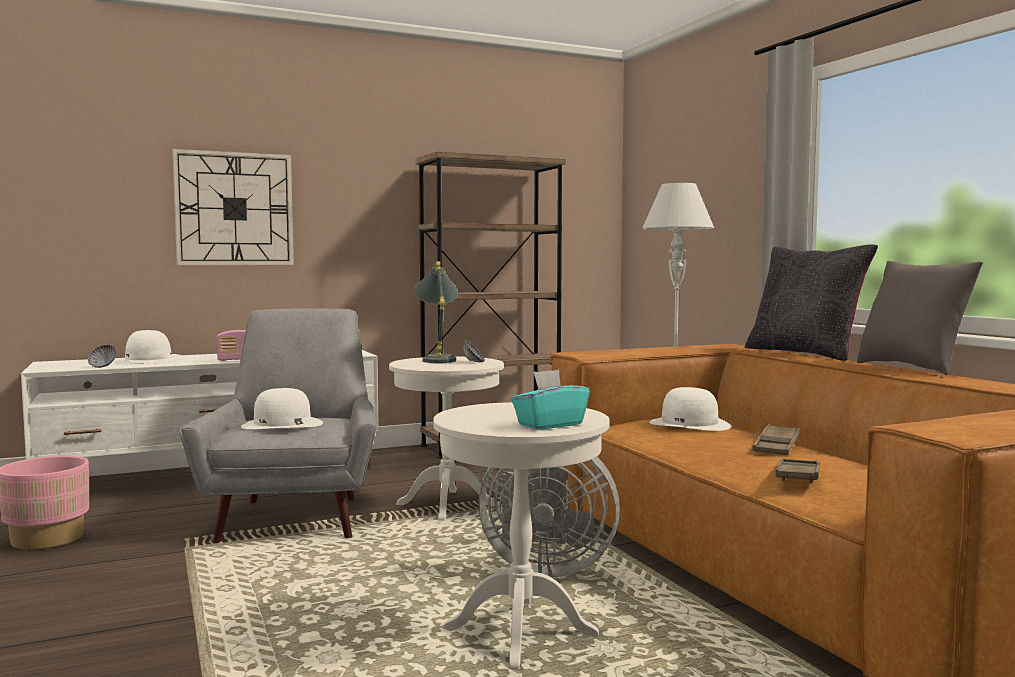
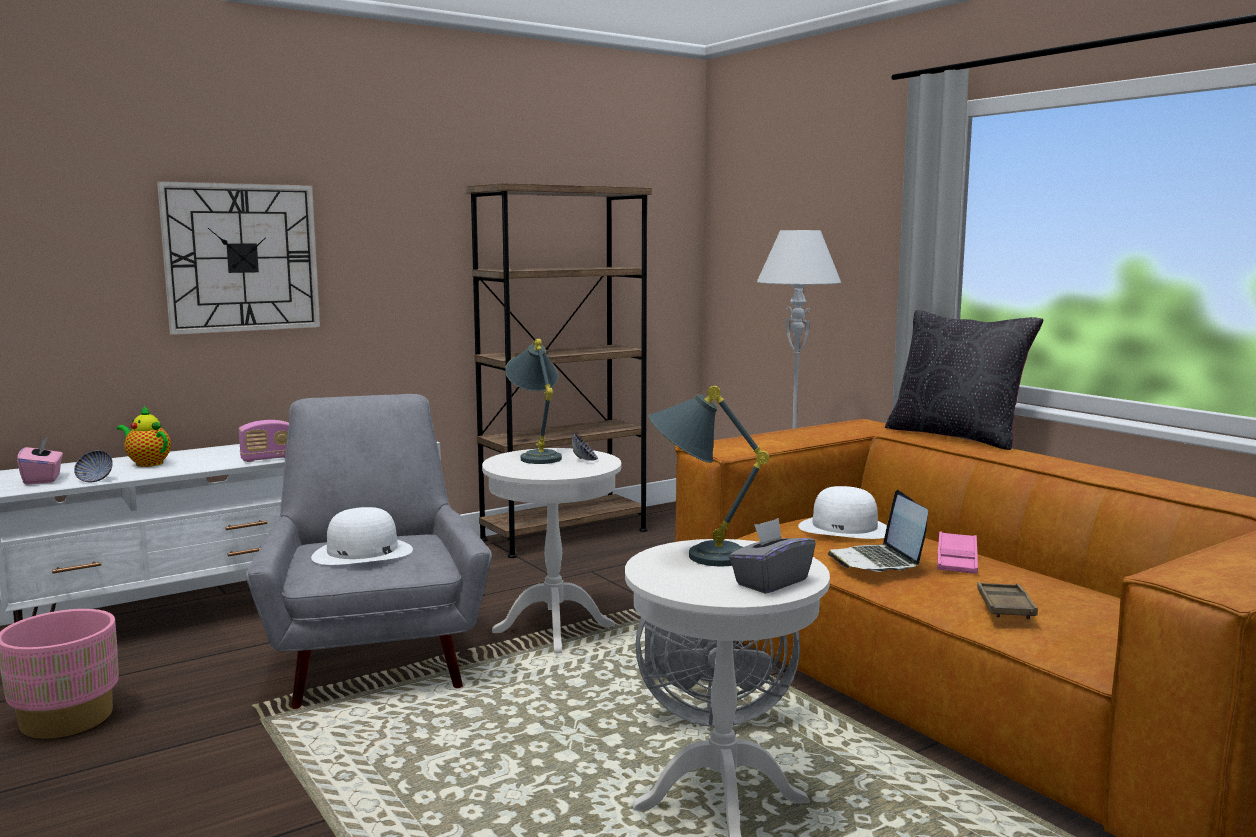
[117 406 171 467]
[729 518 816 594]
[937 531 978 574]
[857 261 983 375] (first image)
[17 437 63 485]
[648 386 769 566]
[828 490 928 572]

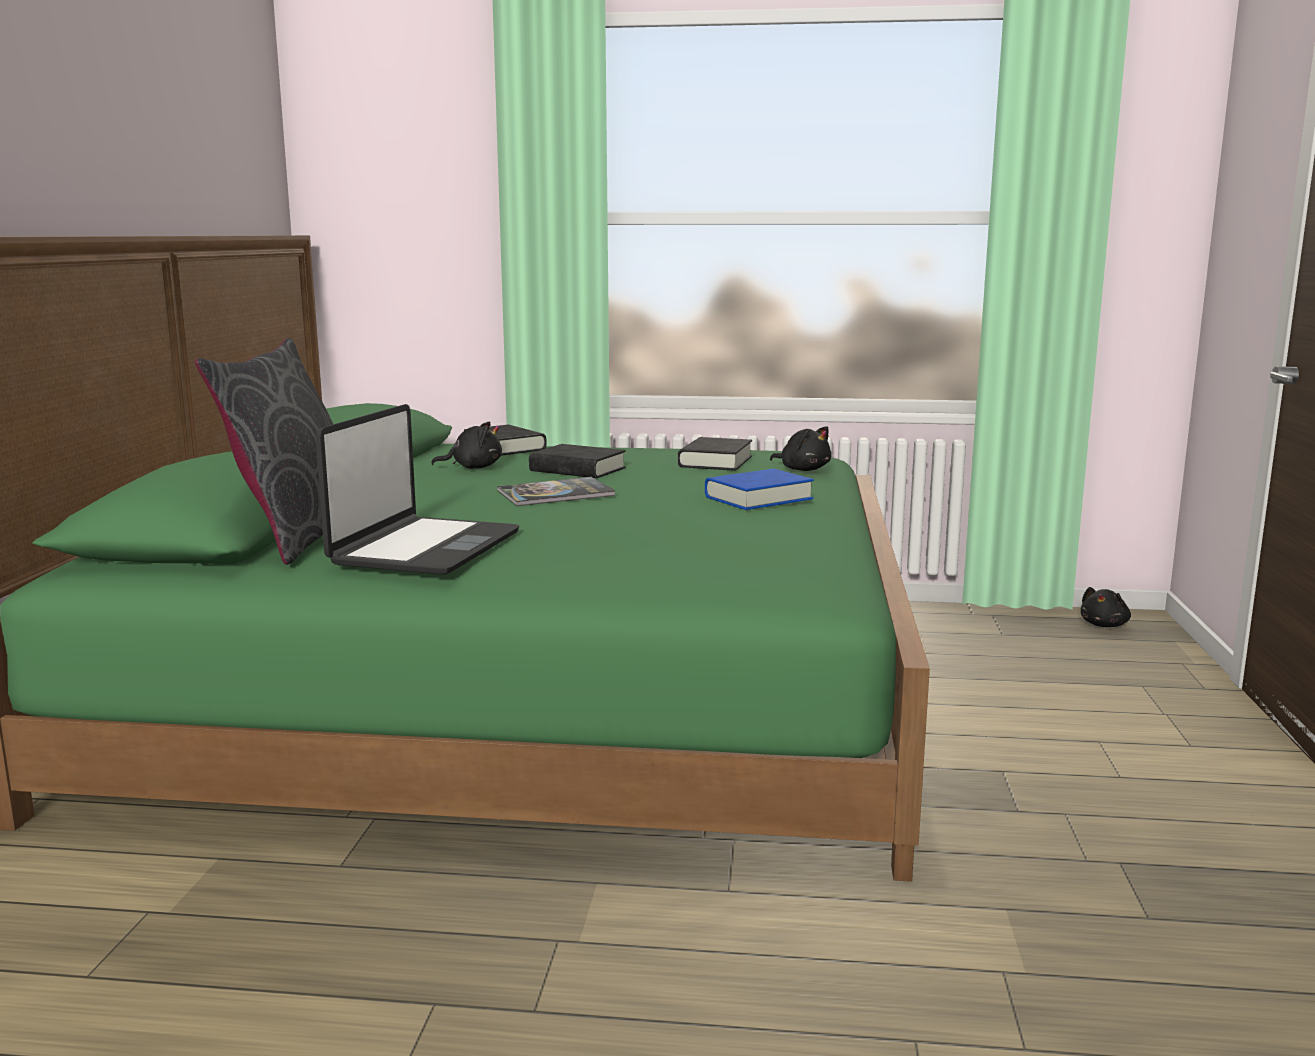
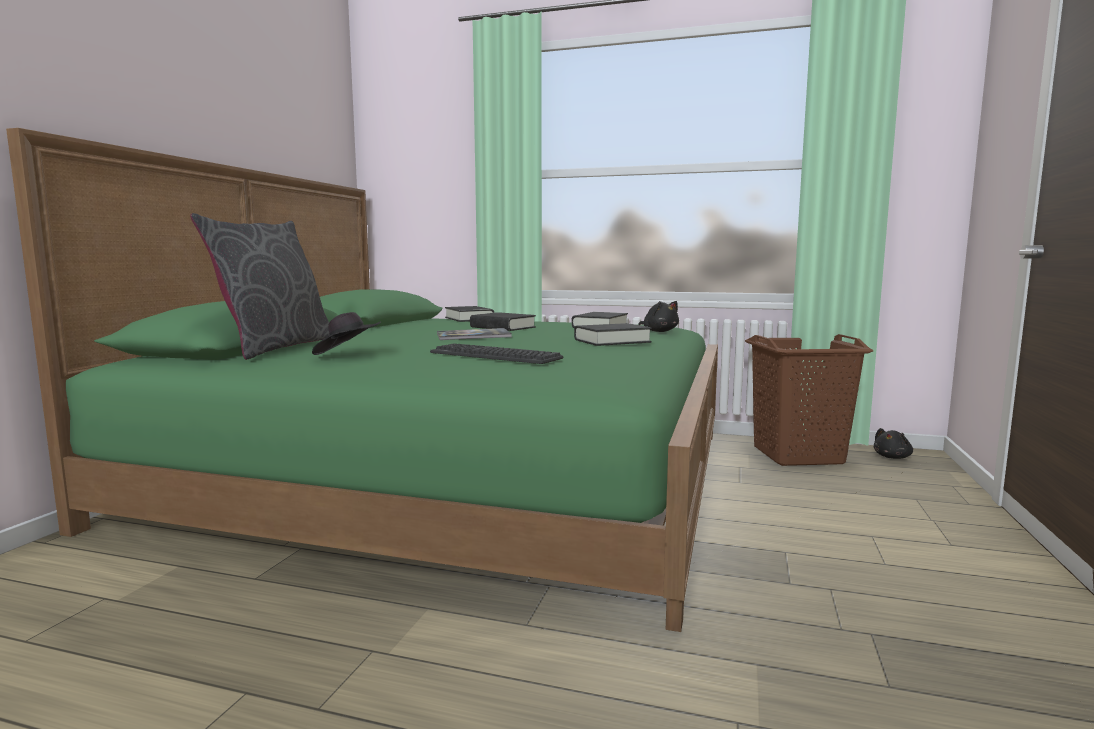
[312 312 381 355]
[431 421 502 469] (first image)
[574 323 652 346]
[430 343 563 364]
[745 334 873 466]

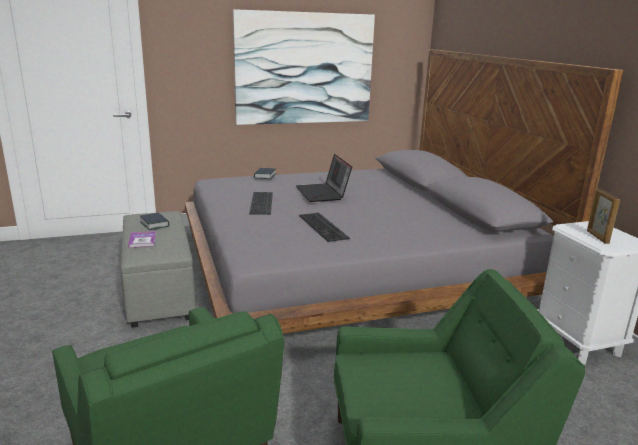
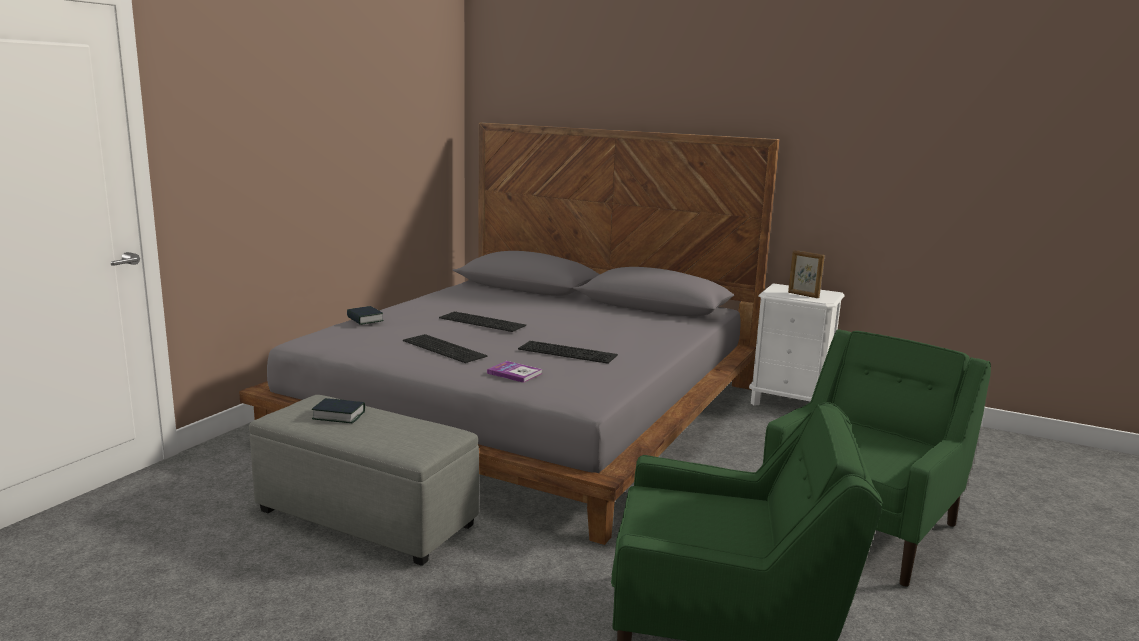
[487 361 542 383]
[233 9 375 125] (first image)
[439 312 526 332]

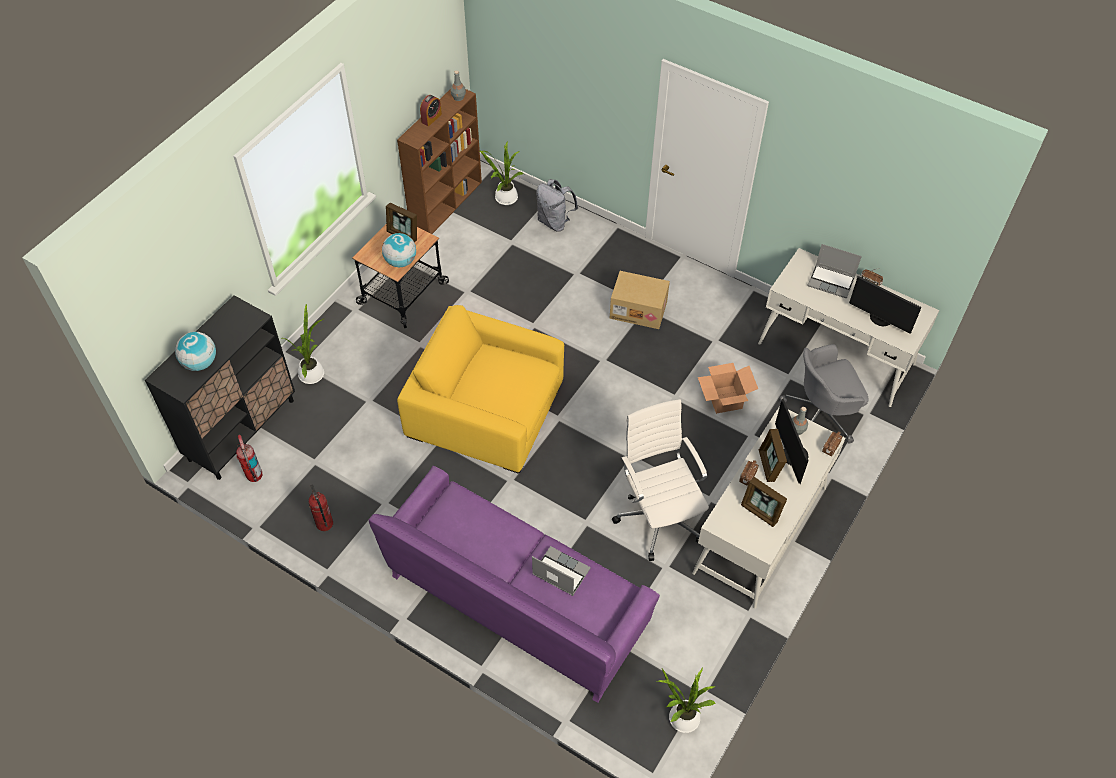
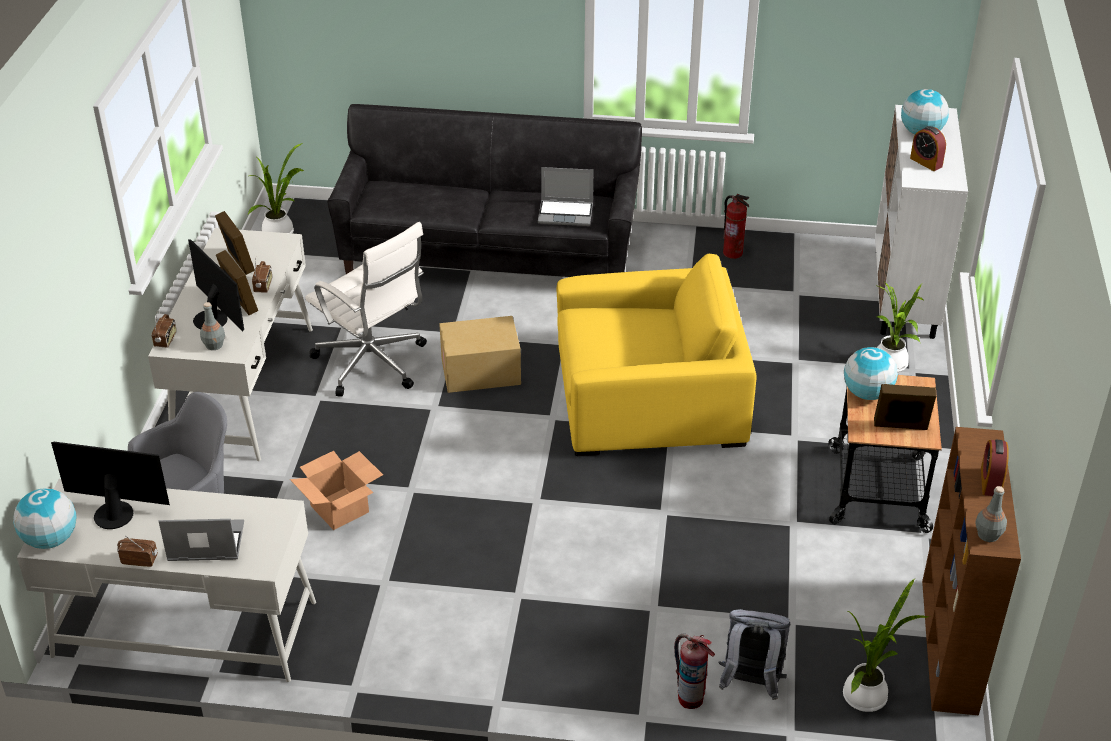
[875 105 968 339]
[674 634 715 709]
[327 104 642 277]
[538 167 594 226]
[439 316 521 393]
[215 211 255 275]
[13 488 77 549]
[910 126 946 171]

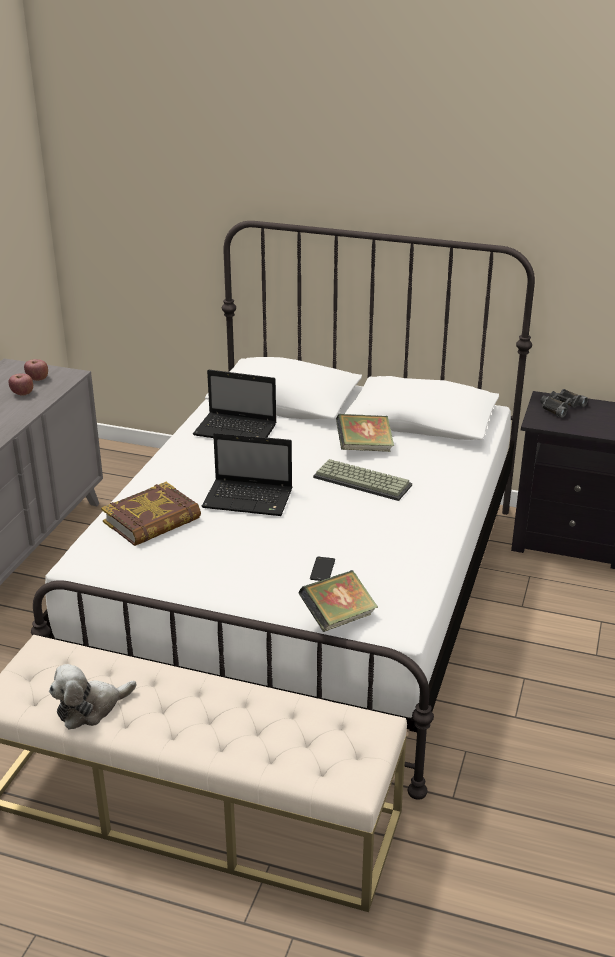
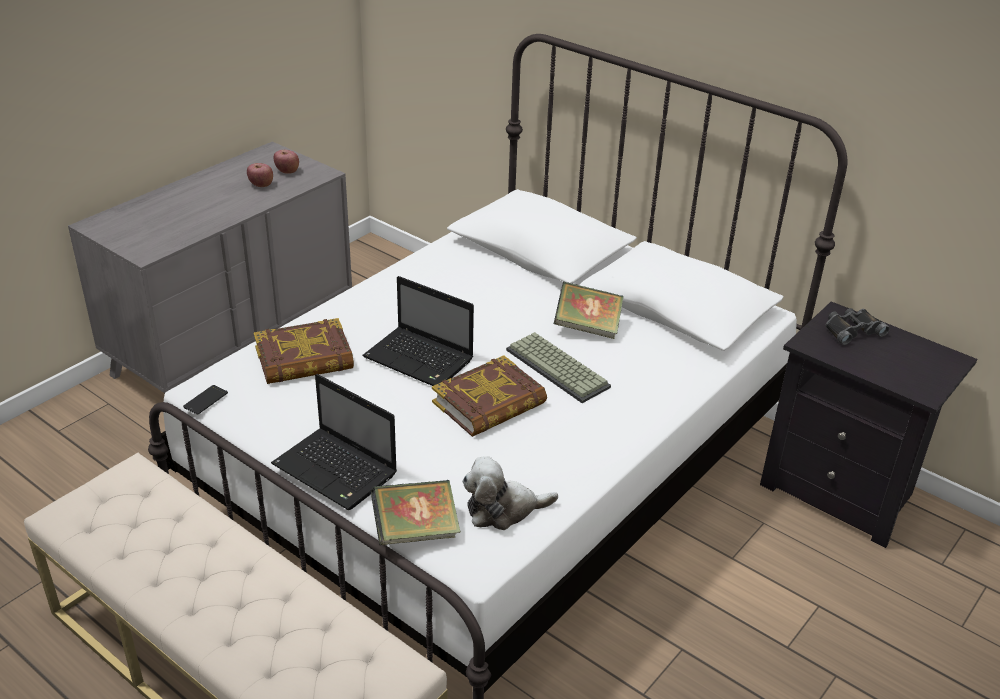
[462 456 558 530]
[271 374 397 510]
[183 385 228 415]
[432 355 547 437]

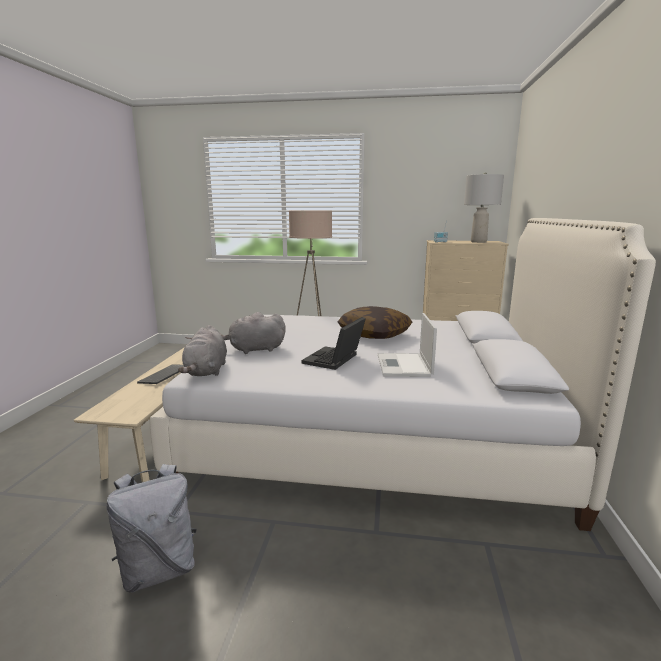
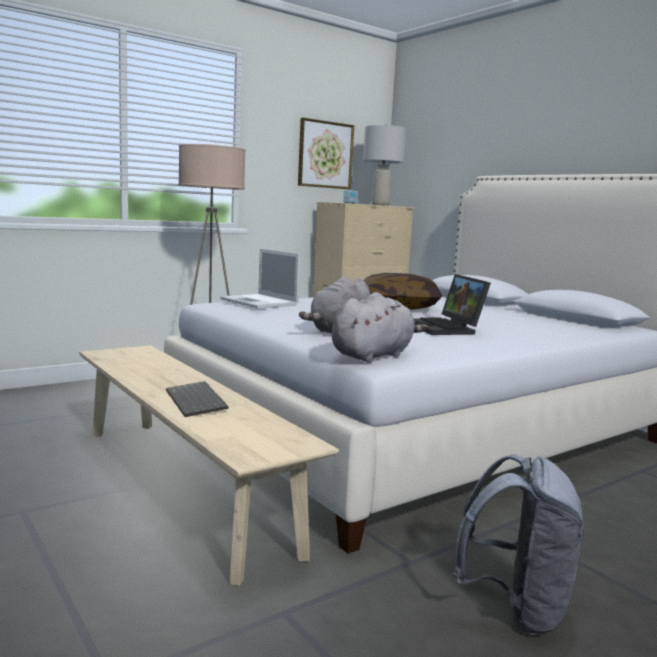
[332 292 428 363]
[220 248 301 309]
[298 118 354 189]

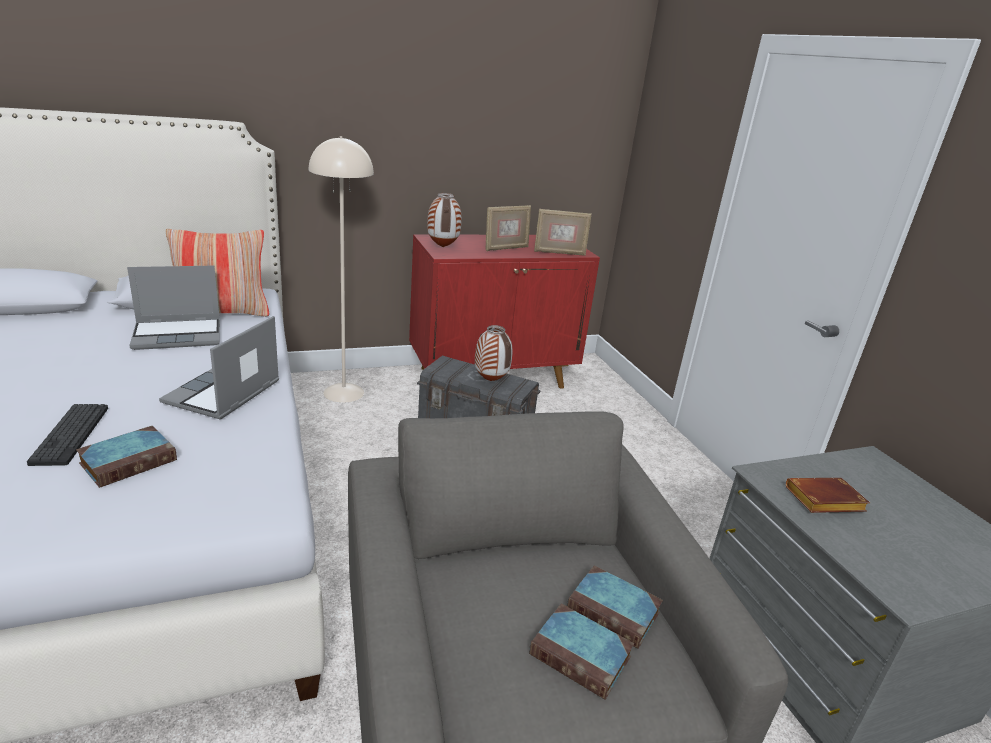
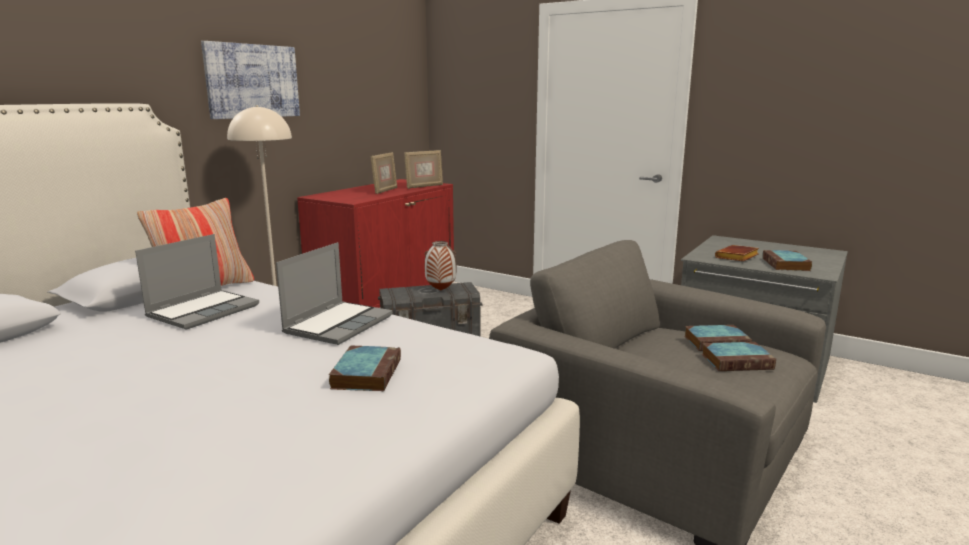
[27 404 108 466] (first image)
[276 242 393 345]
[427 193 462 247] (first image)
[201 41 300 119]
[762 250 812 271]

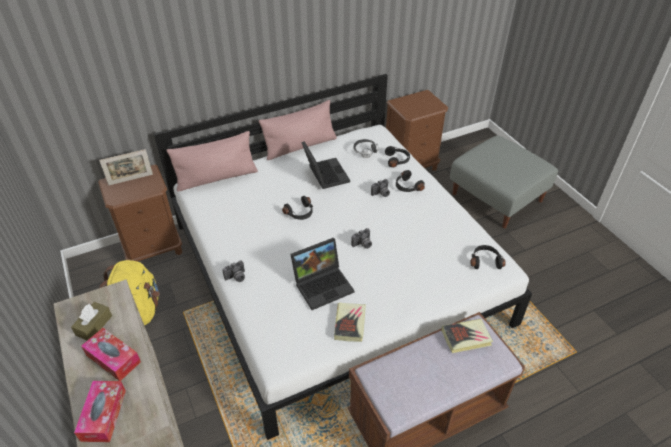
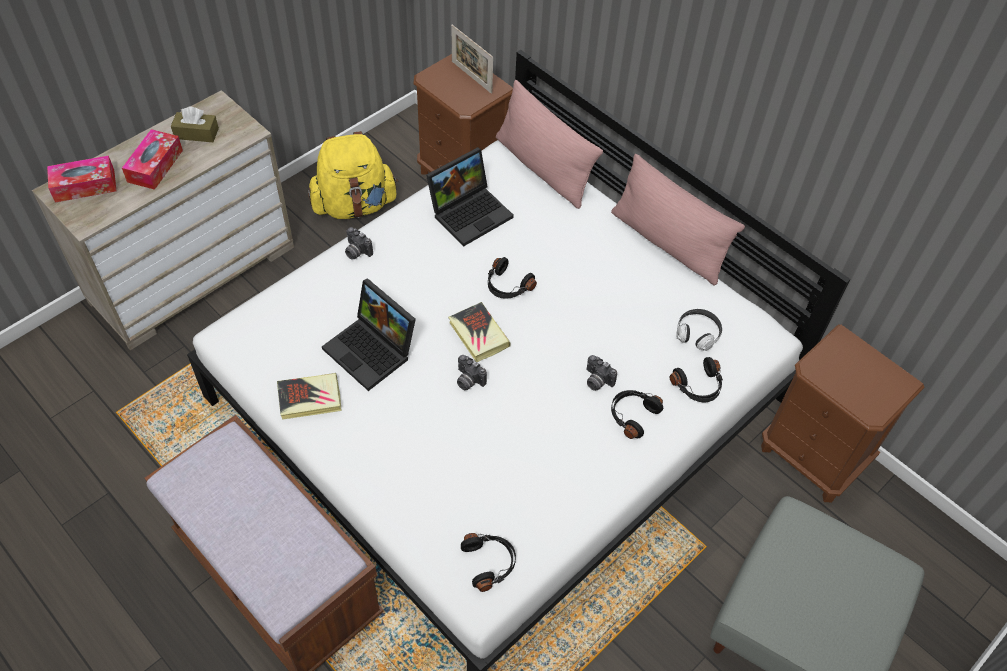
[426 147 514 247]
[448 302 510 362]

